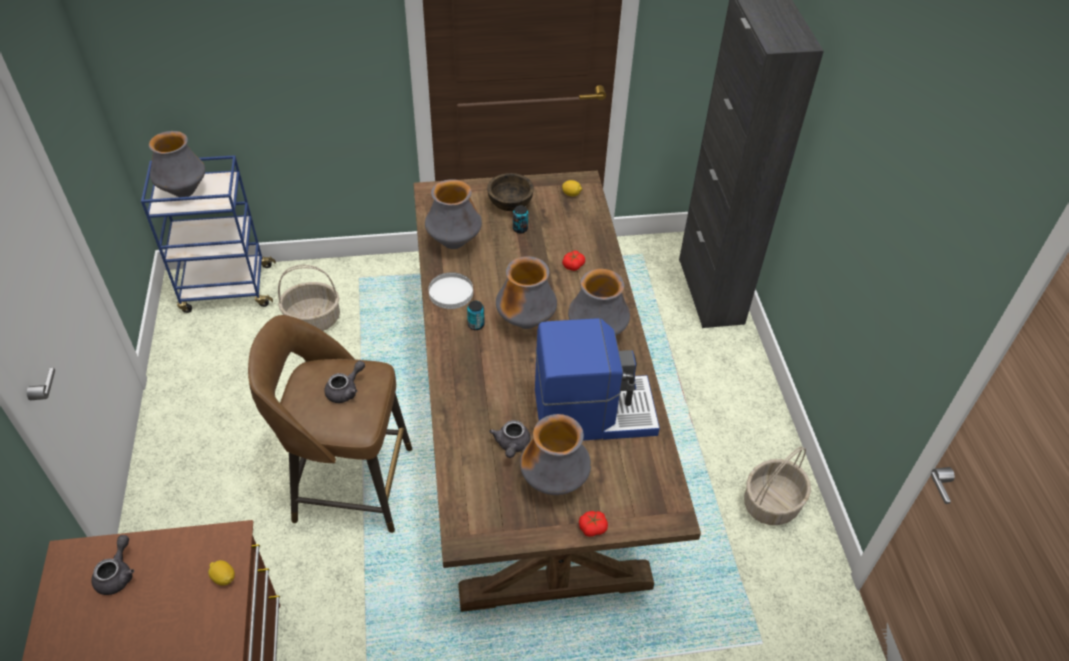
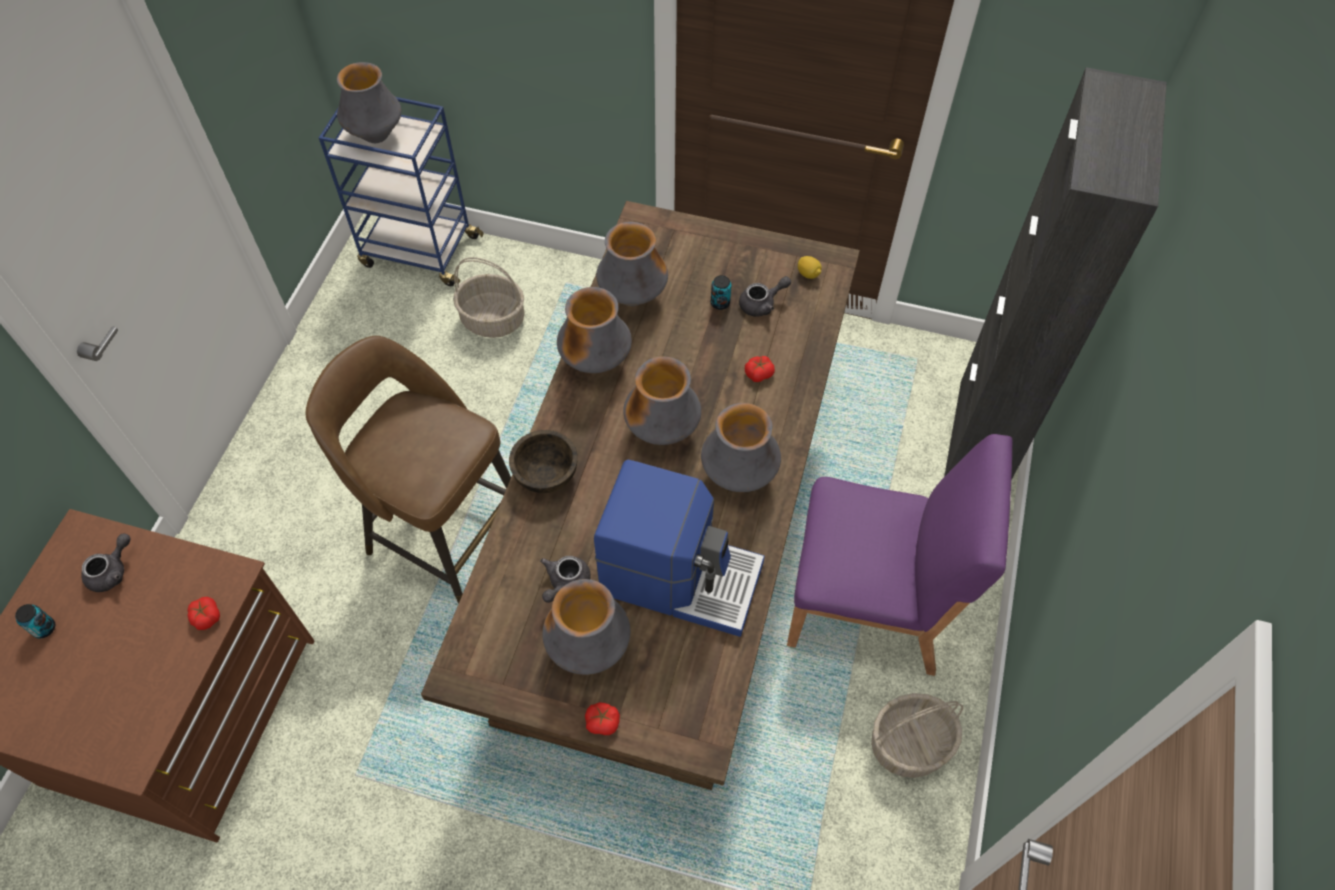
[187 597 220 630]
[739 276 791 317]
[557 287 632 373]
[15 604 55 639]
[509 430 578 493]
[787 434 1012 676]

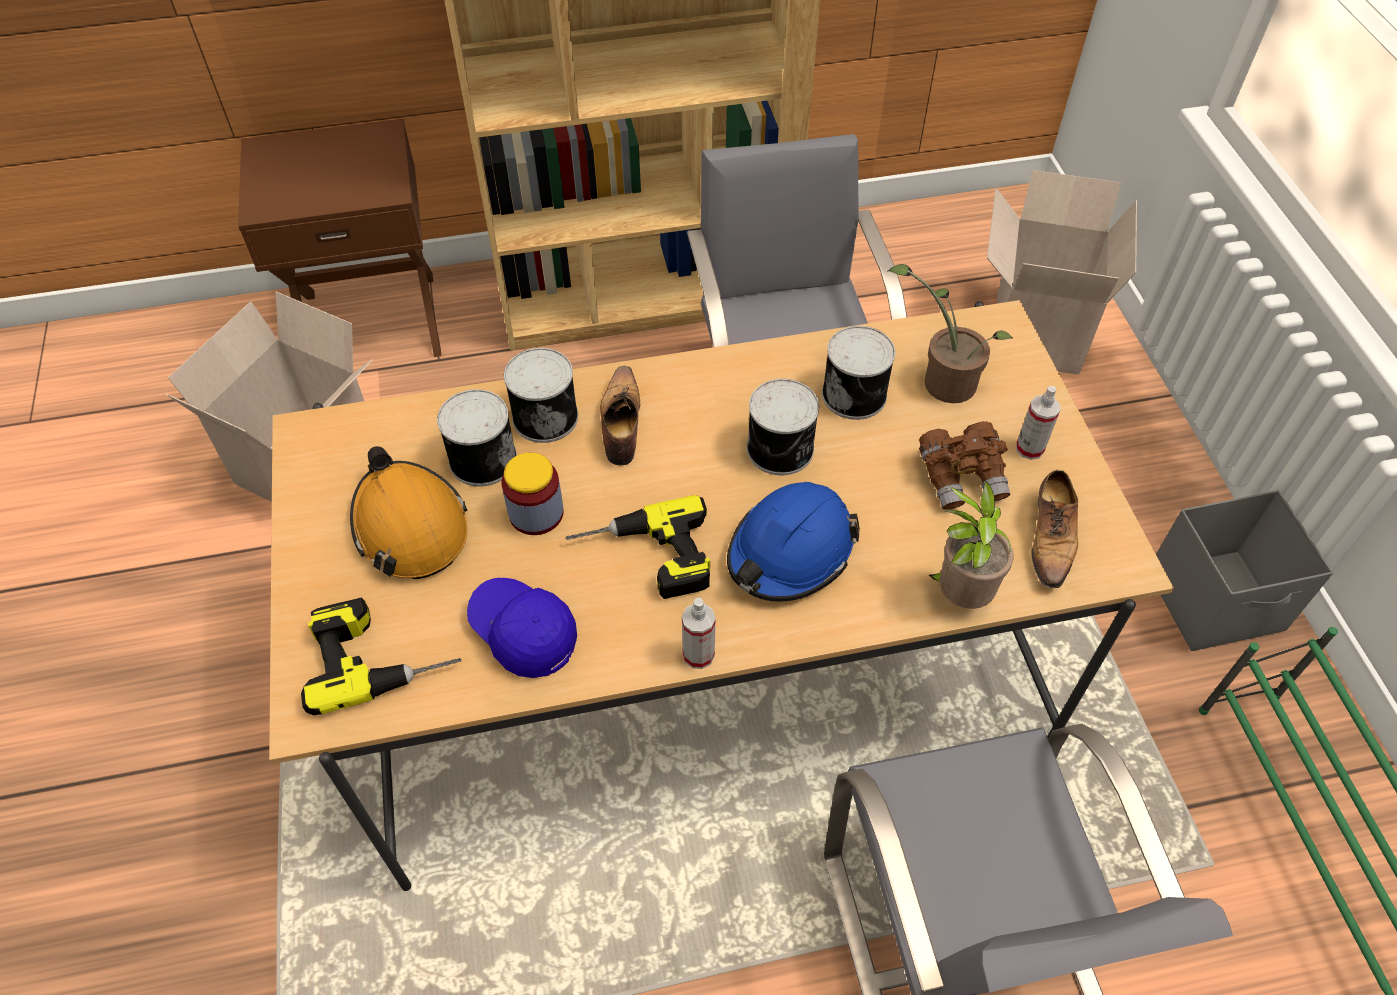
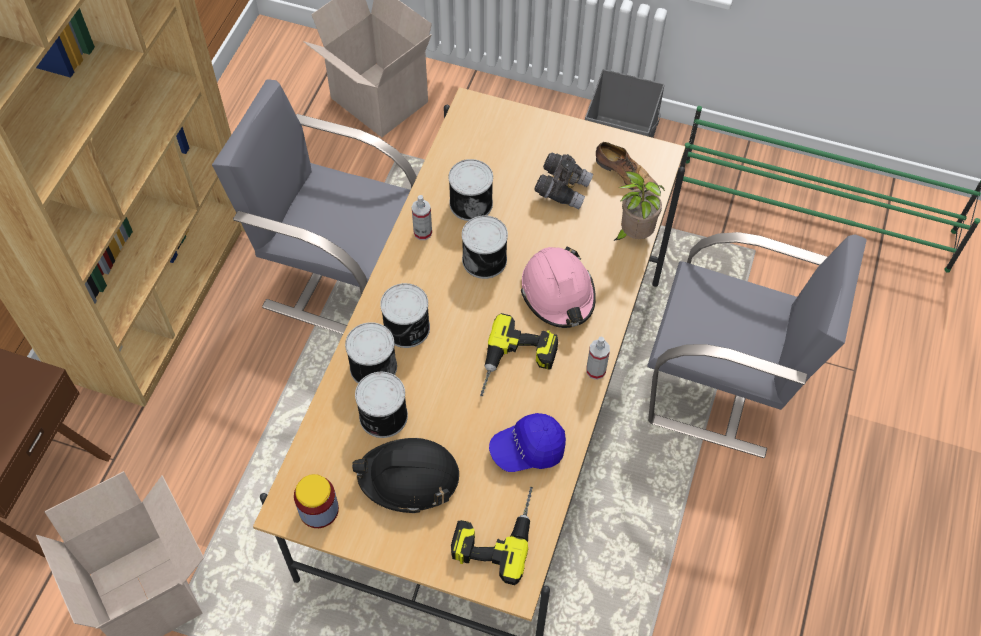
[352 438 459 514]
[294 474 339 528]
[380 283 430 348]
[521 246 596 328]
[888 264 1014 403] (first image)
[535 152 593 210]
[412 195 432 240]

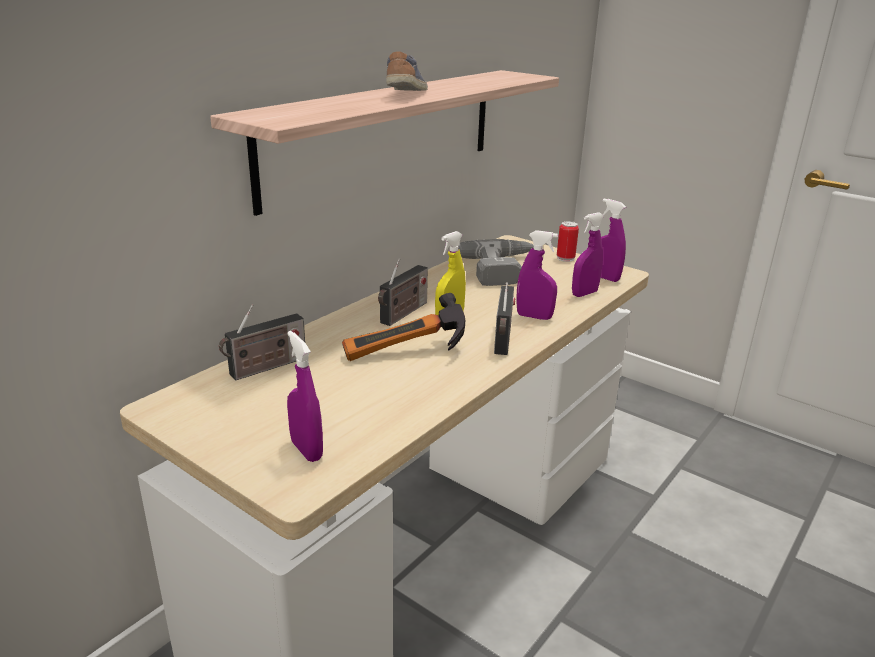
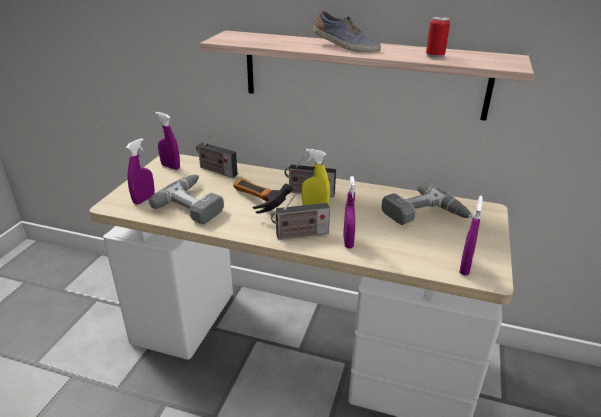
[313 10 381 53]
[426 16 450 59]
[155 112 180 170]
[149 175 224 224]

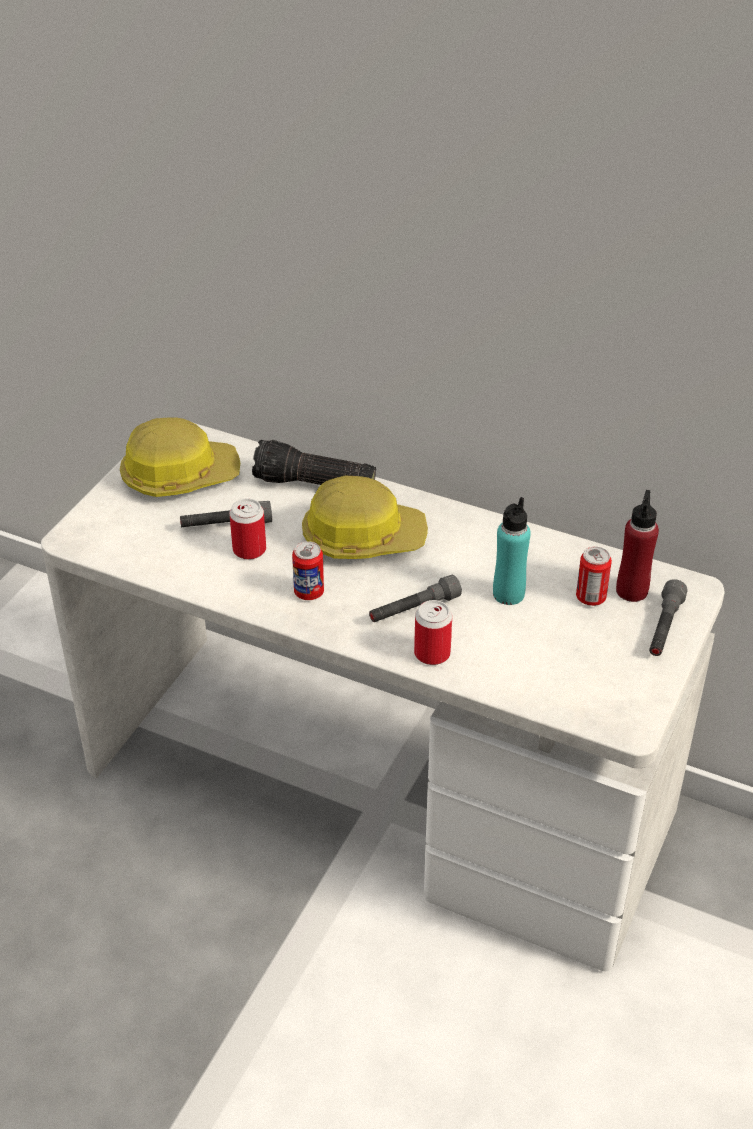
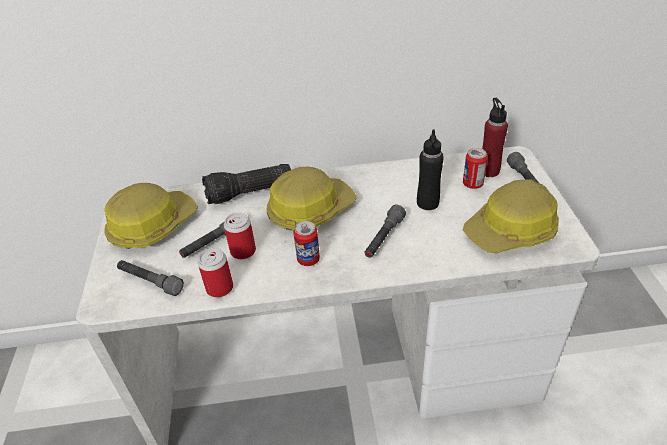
[198 248 233 298]
[417 130 444 210]
[117 260 184 296]
[463 179 559 254]

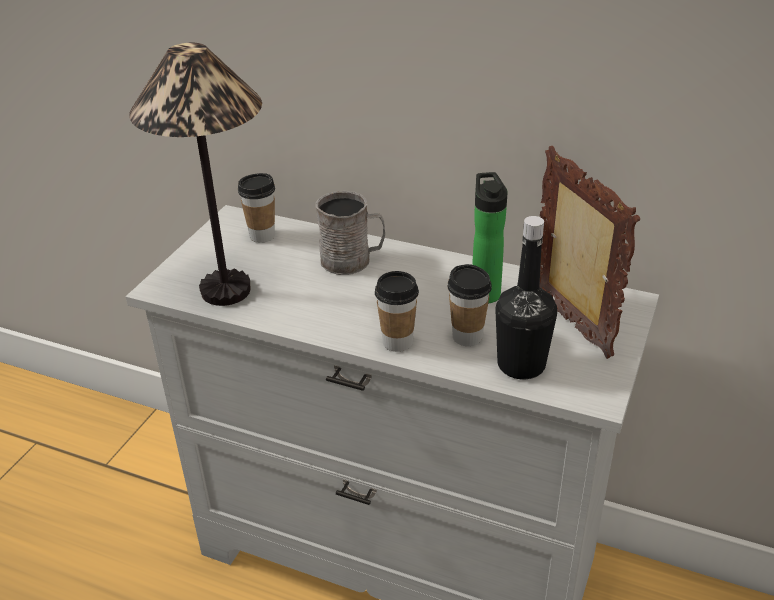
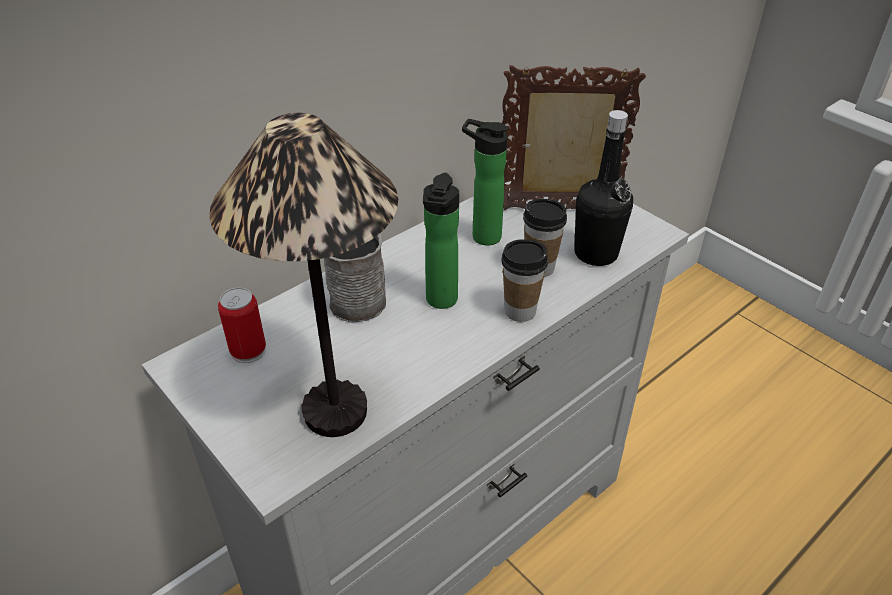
[218 288 266 363]
[423 173 459 309]

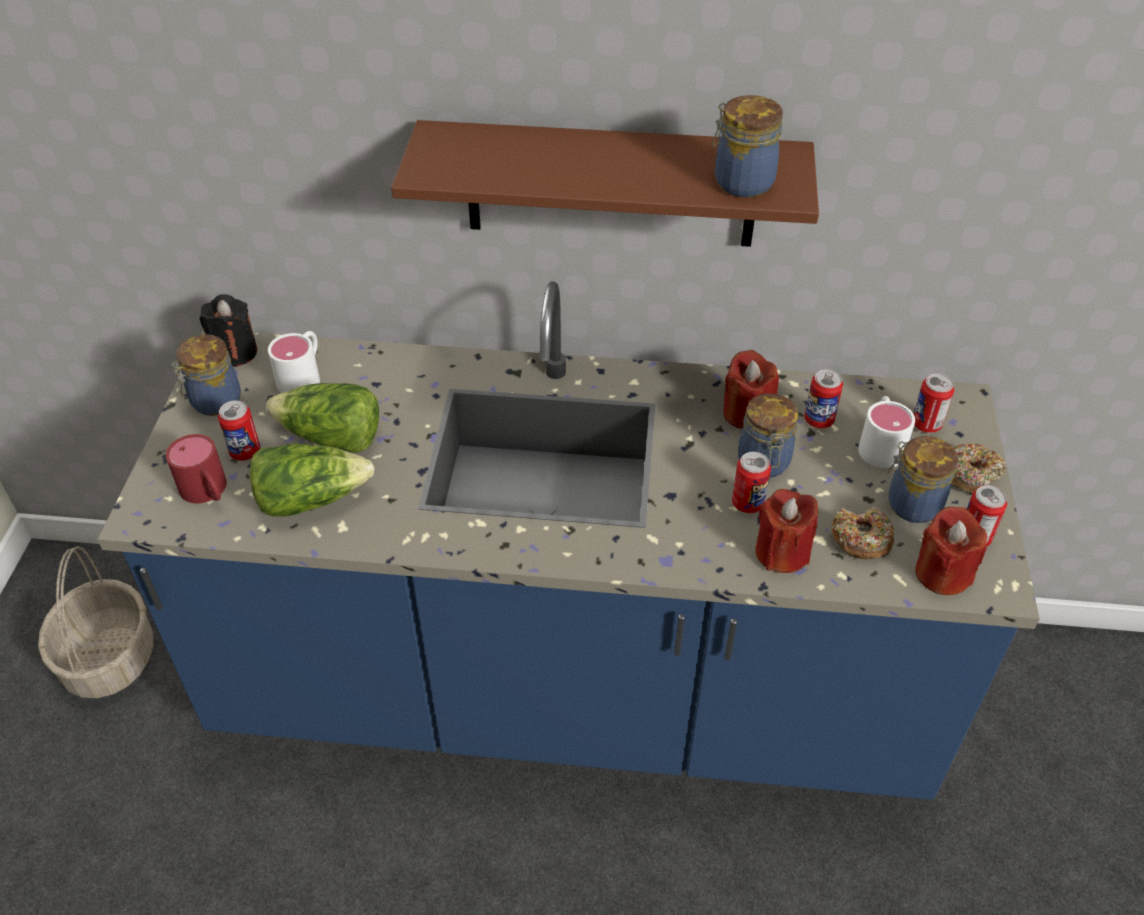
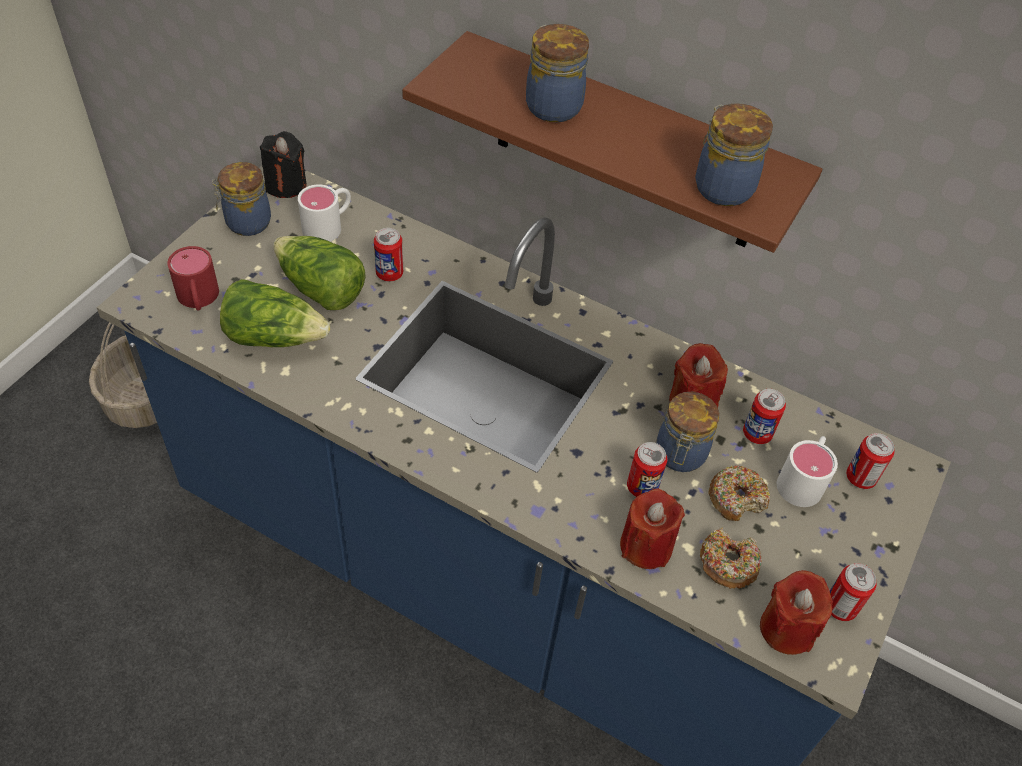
[374 228 403 281]
[526 24 589 122]
[708 465 770 521]

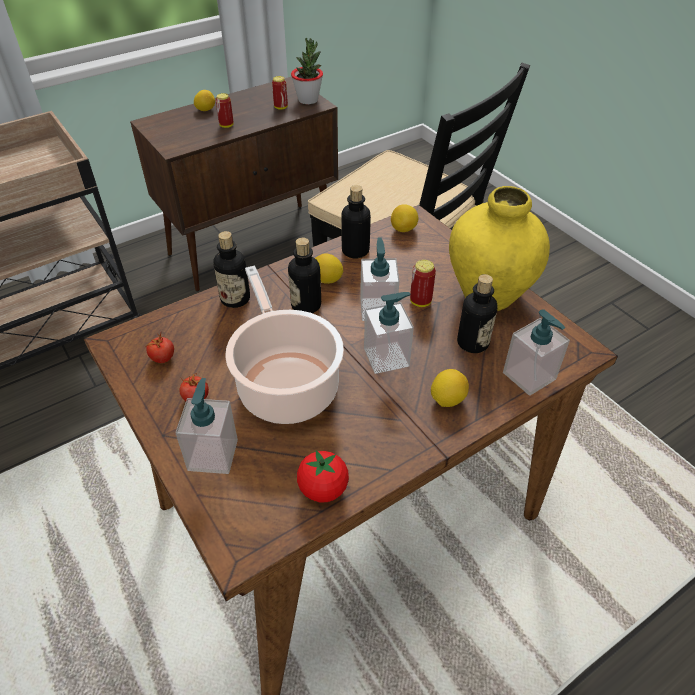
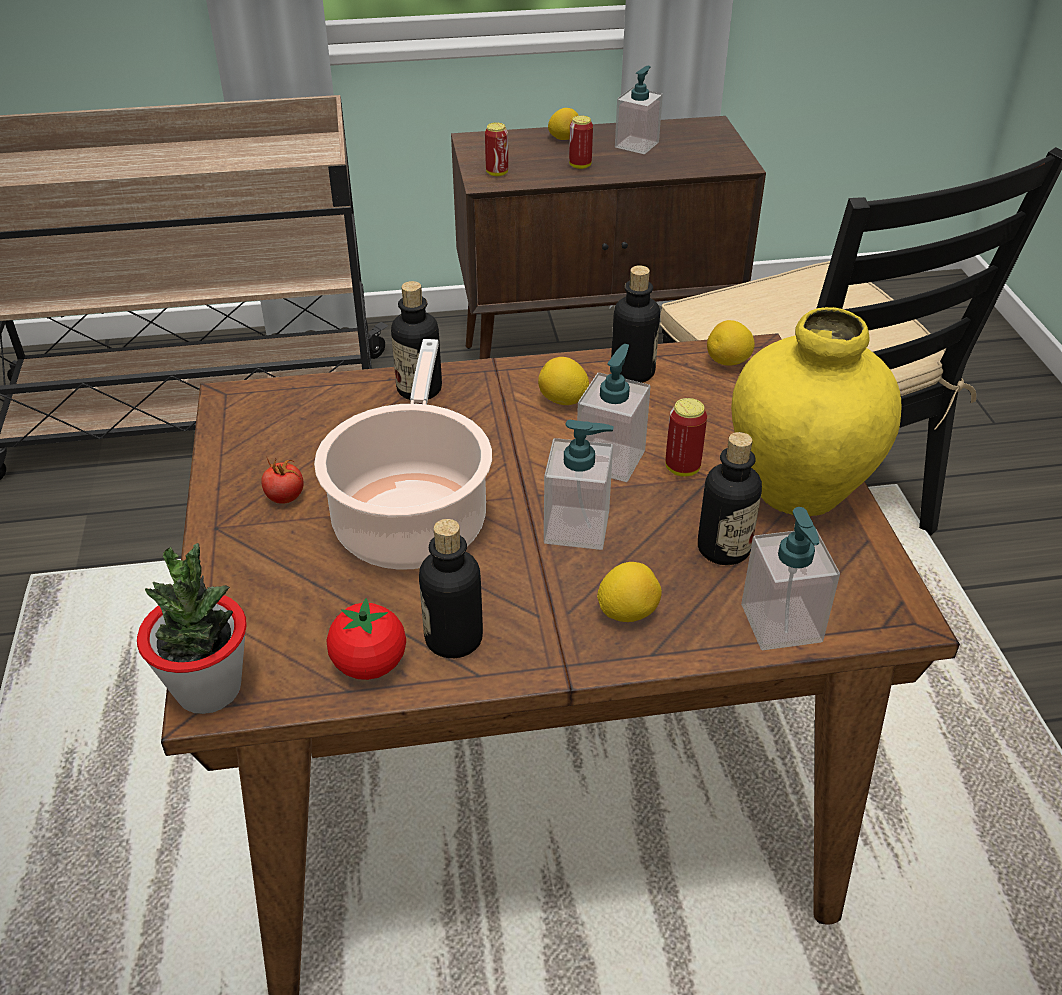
[145 333 174 363] (first image)
[615 66 663 154]
[485 122 508 176]
[419 519 483 658]
[137 543 247 714]

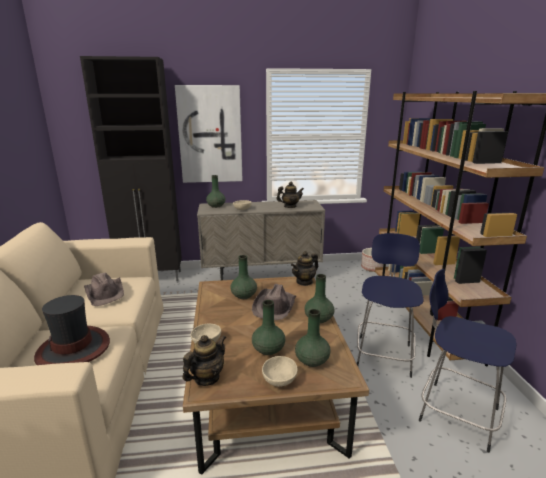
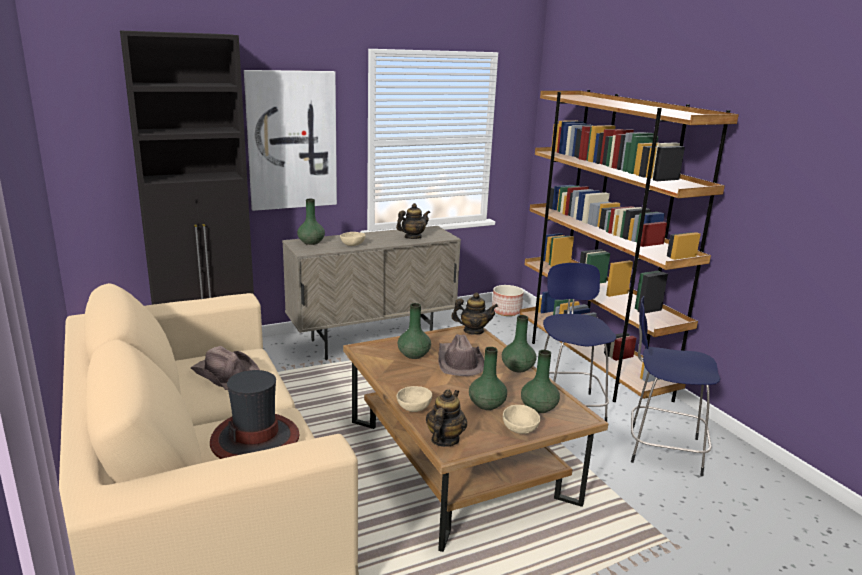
[451 293 498 335]

